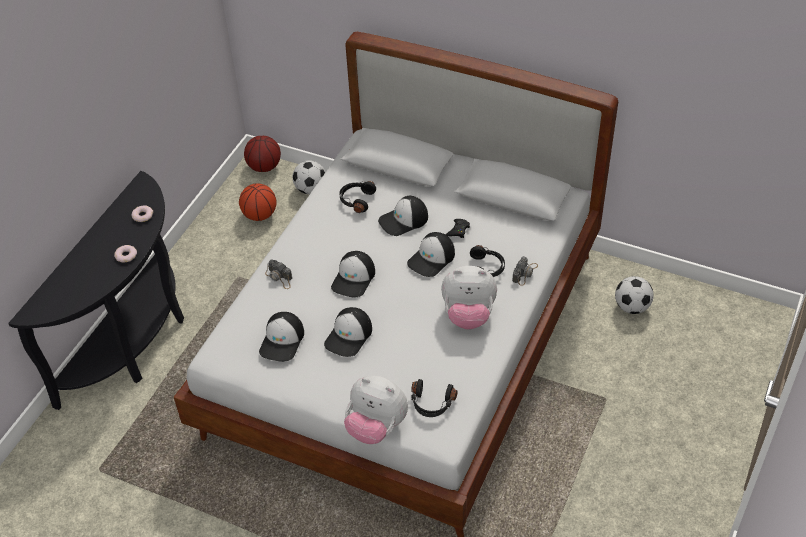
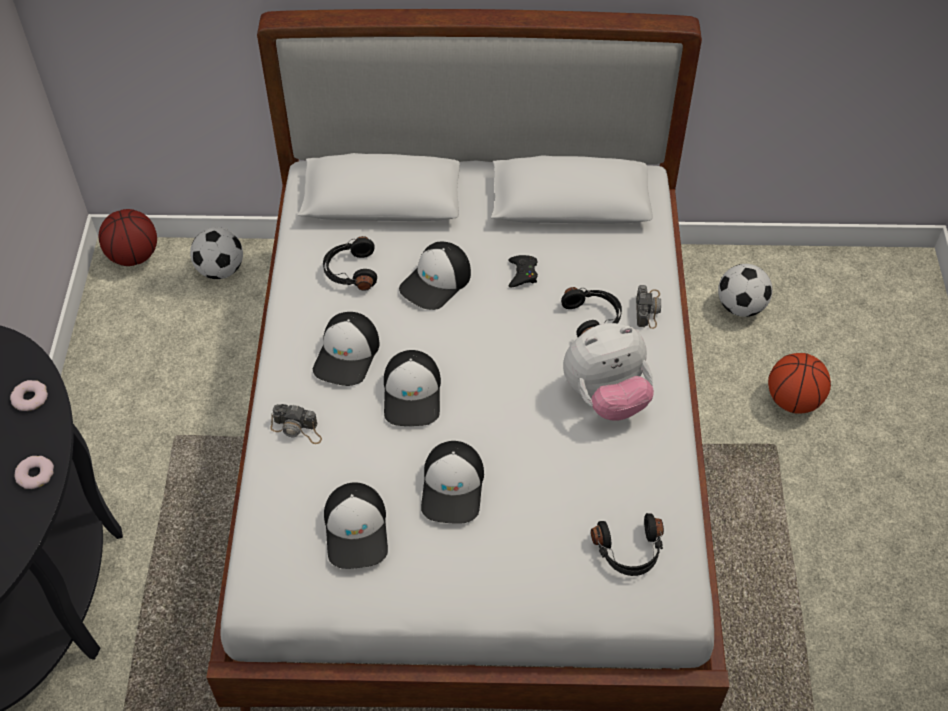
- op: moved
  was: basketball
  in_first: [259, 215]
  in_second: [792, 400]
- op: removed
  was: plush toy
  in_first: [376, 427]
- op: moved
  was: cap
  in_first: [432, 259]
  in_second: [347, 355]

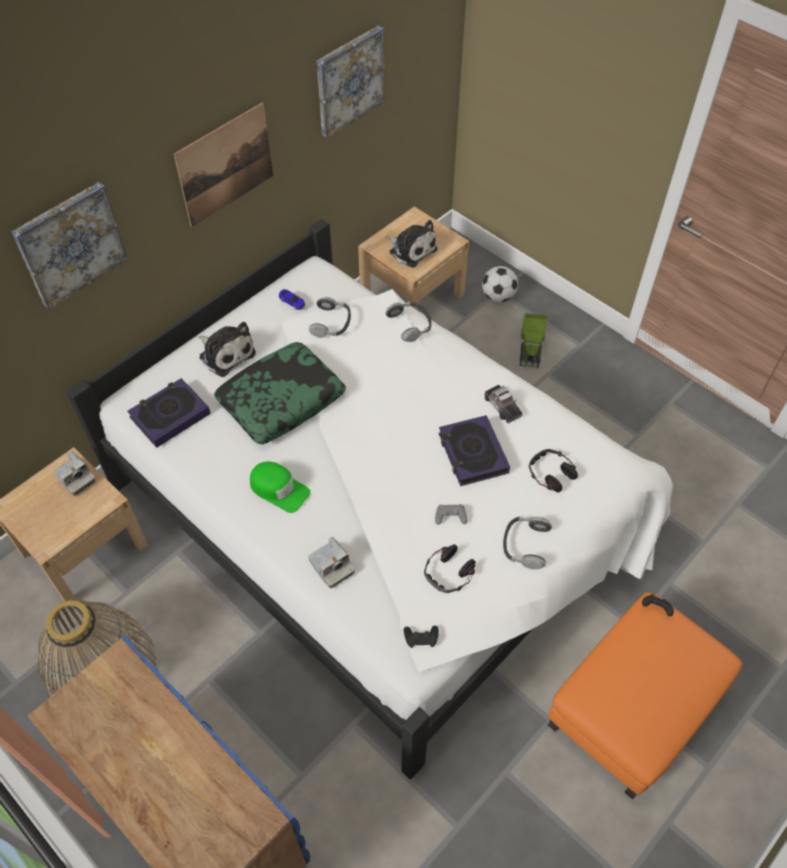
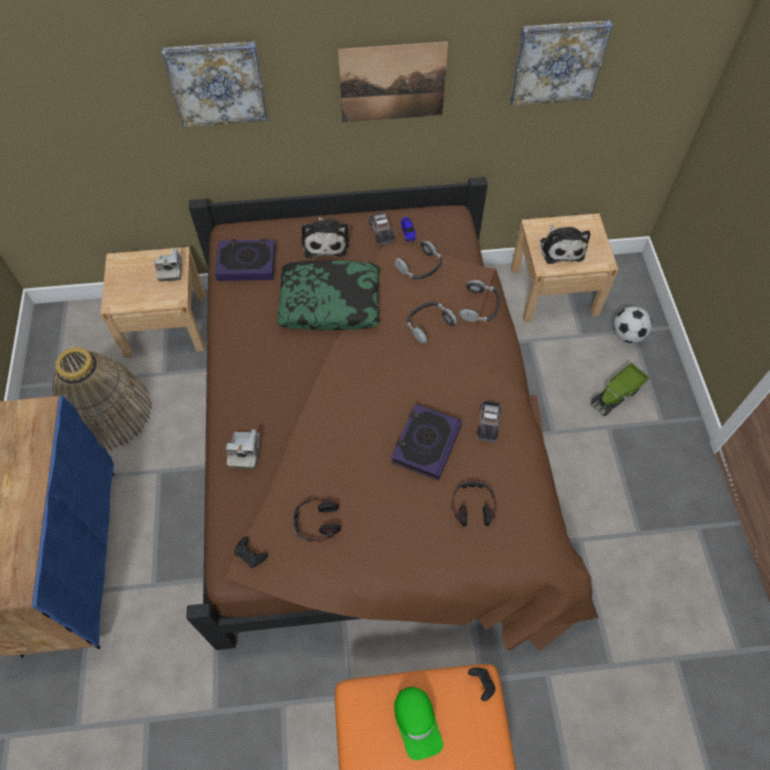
- op: recoloured
  was: bed (white)
  now: bed (brown)
  in_first: [383, 511]
  in_second: [376, 442]
- op: moved
  was: cap (green)
  in_first: [279, 489]
  in_second: [417, 722]
- op: removed
  was: game controller (grey)
  in_first: [450, 516]
- op: moved
  was: headphones
  in_first: [525, 545]
  in_second: [429, 324]
- op: added
  now: toy car
  in_second: [381, 231]

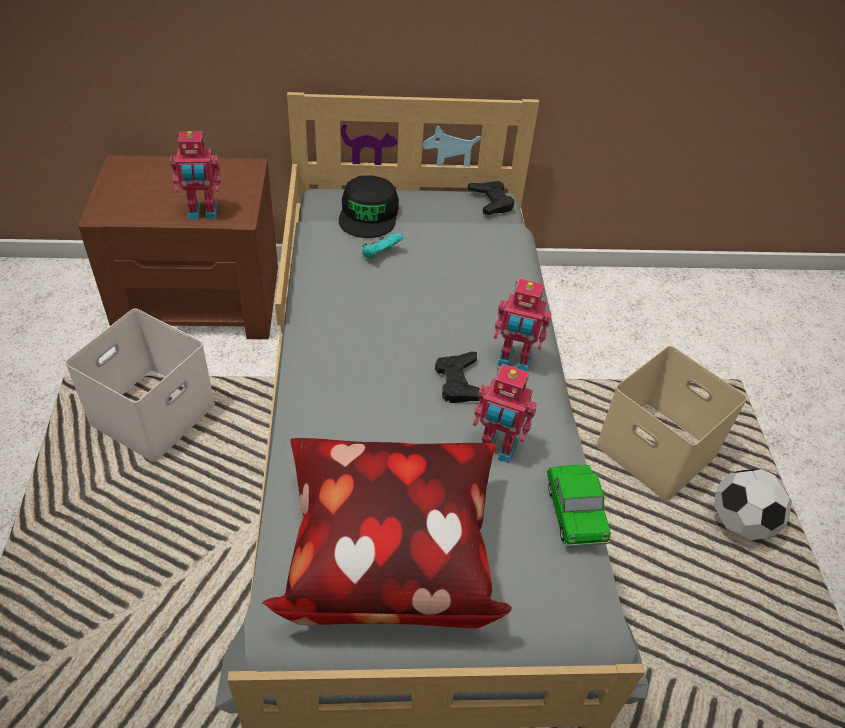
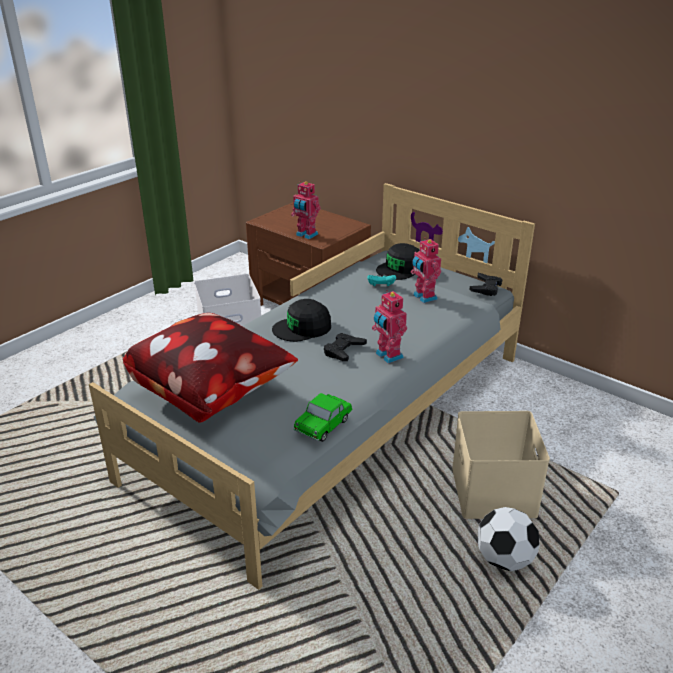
- op: moved
  was: toy robot
  in_first: [496, 449]
  in_second: [423, 297]
- op: added
  now: cap (black)
  in_second: [302, 328]

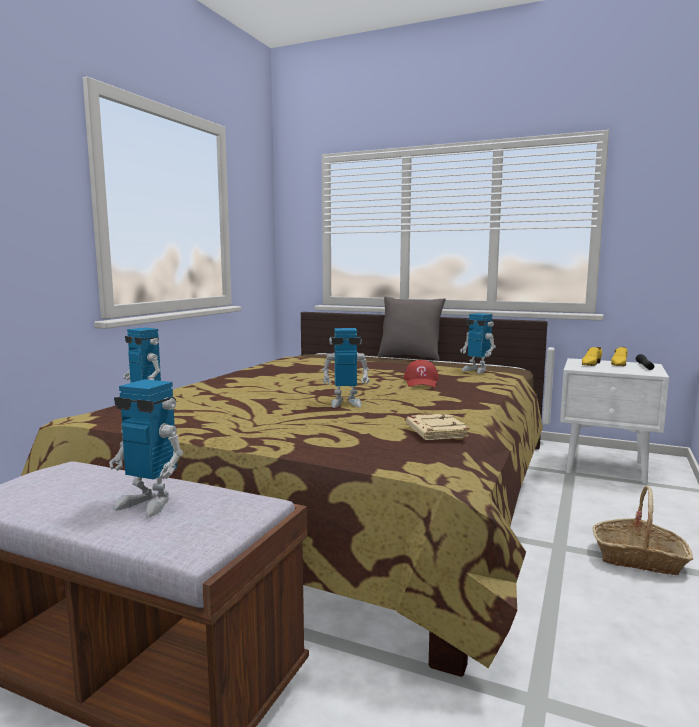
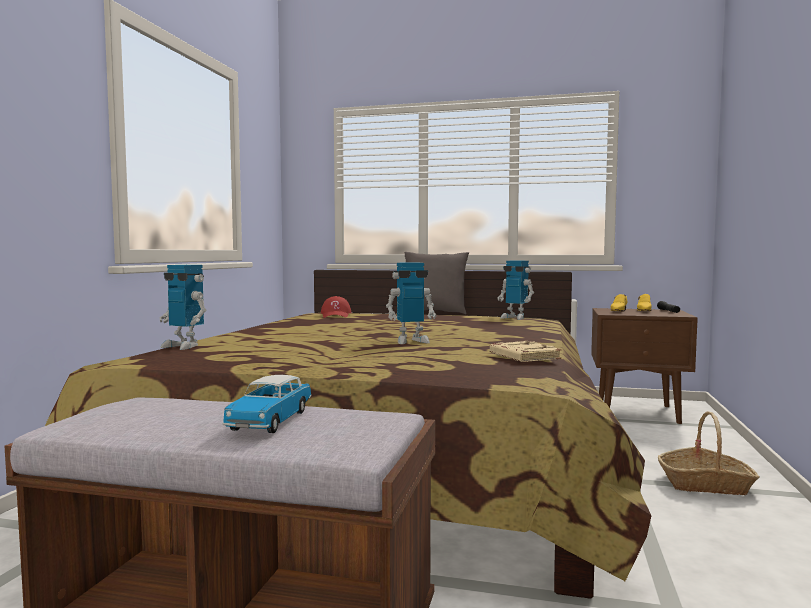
- op: replaced
  was: toy robot
  now: toy car
  in_first: [149, 503]
  in_second: [270, 420]
- op: moved
  was: cap (red)
  in_first: [421, 382]
  in_second: [336, 315]
- op: recoloured
  was: nightstand (white)
  now: nightstand (brown)
  in_first: [607, 467]
  in_second: [638, 412]

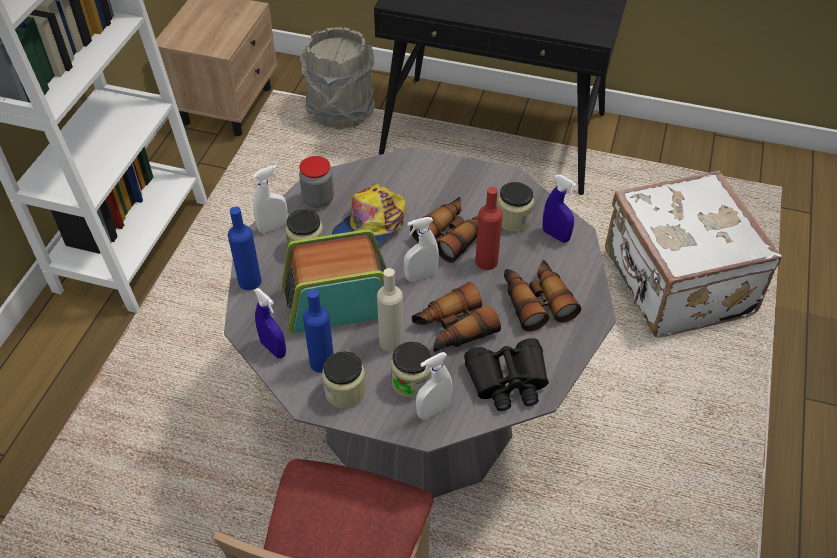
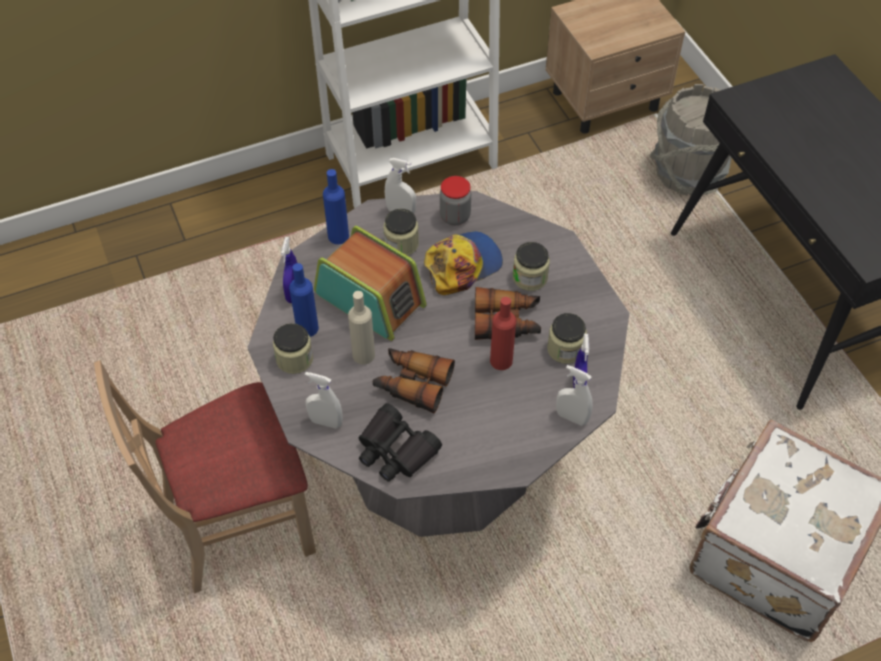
- op: turned
  was: cap
  in_first: [370, 225]
  in_second: [462, 265]
  clockwise: 150
- op: moved
  was: jar
  in_first: [412, 381]
  in_second: [530, 277]
- op: moved
  was: spray bottle (white)
  in_first: [421, 276]
  in_second: [571, 417]
- op: removed
  was: binoculars
  in_first: [536, 300]

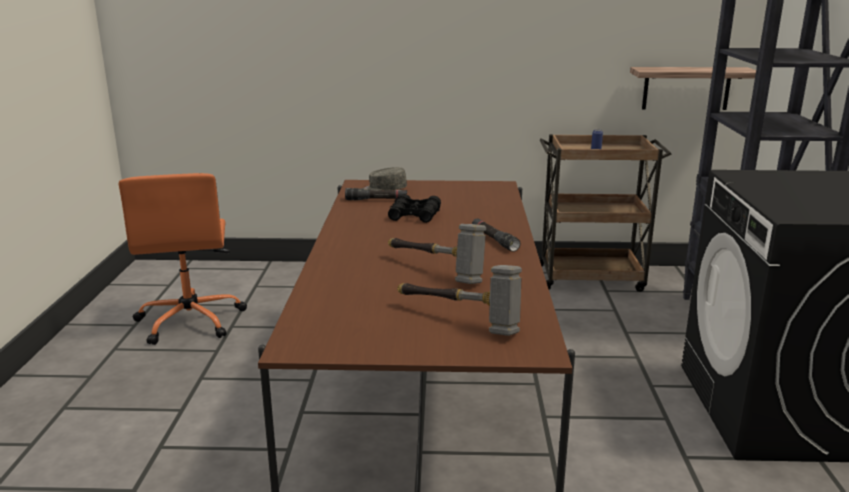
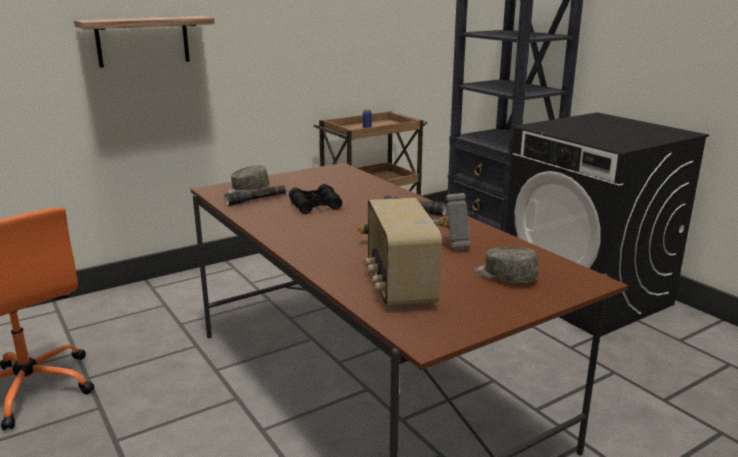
- op: replaced
  was: hammer
  now: cap (grey)
  in_first: [460, 320]
  in_second: [504, 276]
- op: moved
  was: shelf
  in_first: [686, 88]
  in_second: [143, 41]
- op: added
  now: radio
  in_second: [399, 286]

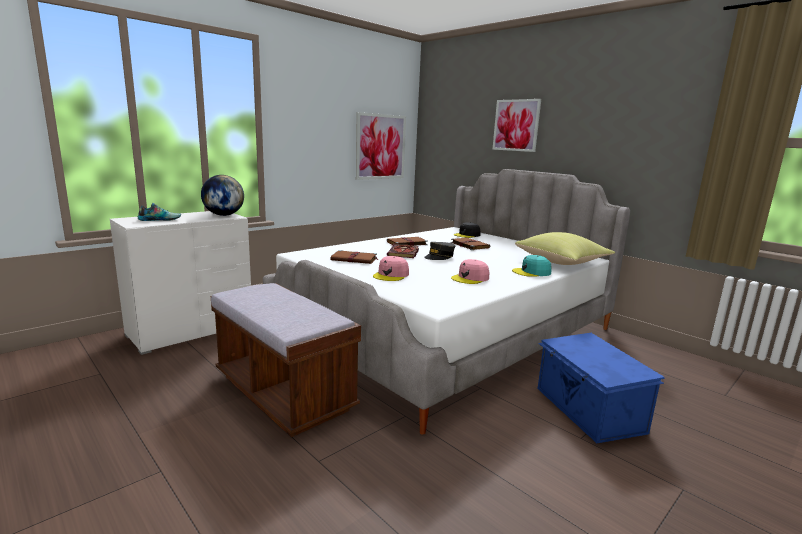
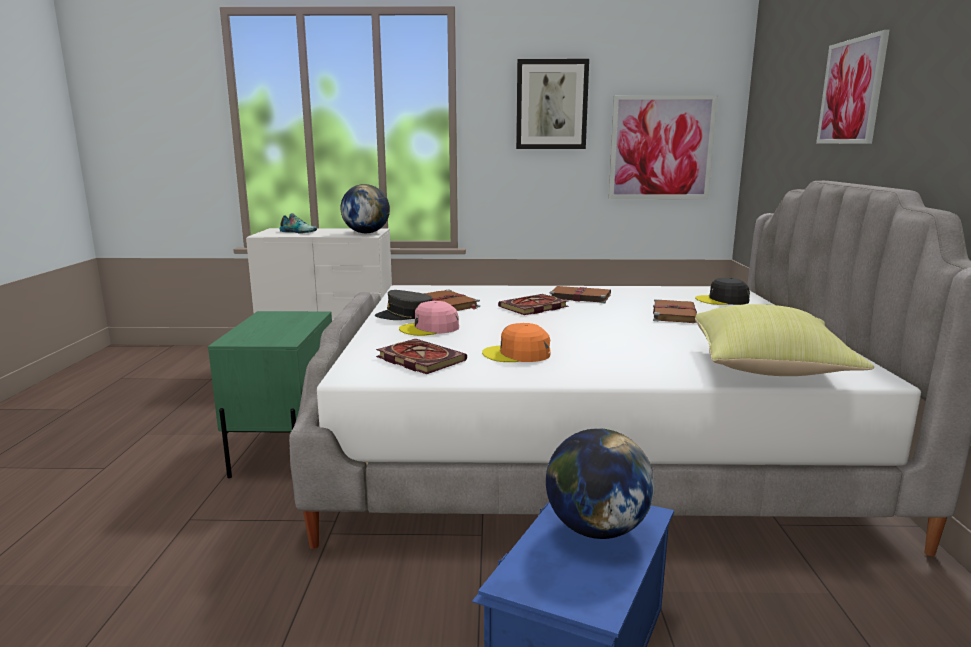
- op: replaced
  was: bench (brown)
  now: nightstand (green)
  in_first: [283, 393]
  in_second: [285, 446]
- op: moved
  was: cap (grey)
  in_first: [439, 257]
  in_second: [404, 316]
- op: recoloured
  was: cap (pink)
  now: cap (orange)
  in_first: [470, 278]
  in_second: [517, 354]
- op: removed
  was: cap (turquoise)
  in_first: [532, 272]
- op: added
  now: book
  in_second: [418, 359]
- op: added
  now: picture
  in_second: [551, 105]
- op: added
  now: globe
  in_second: [596, 529]

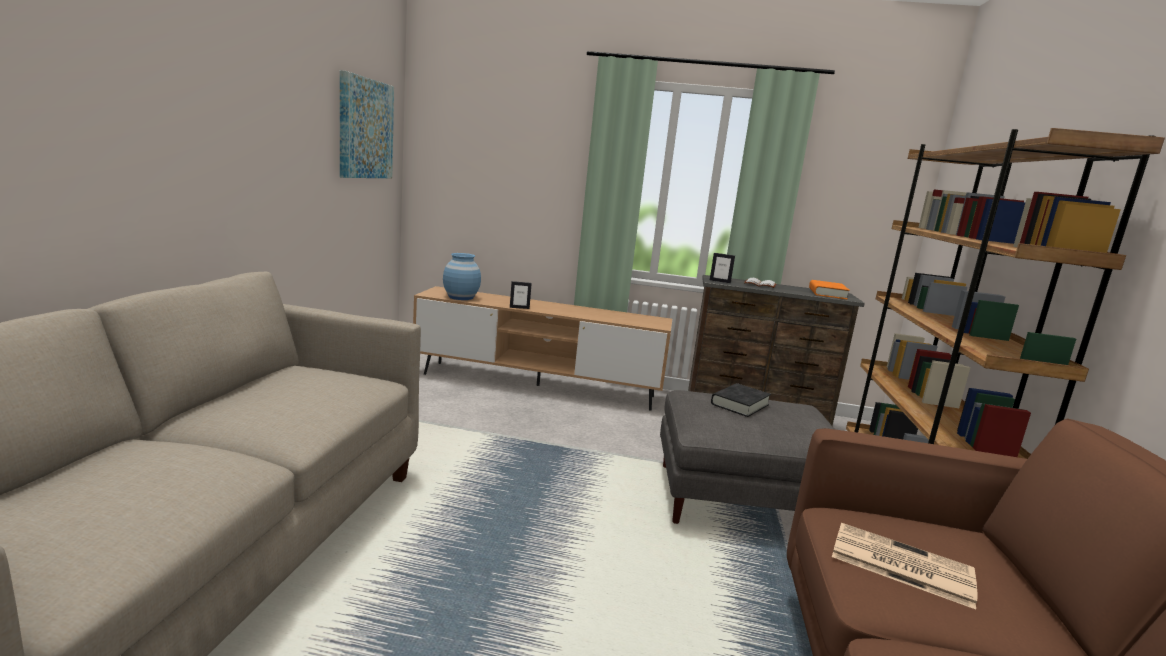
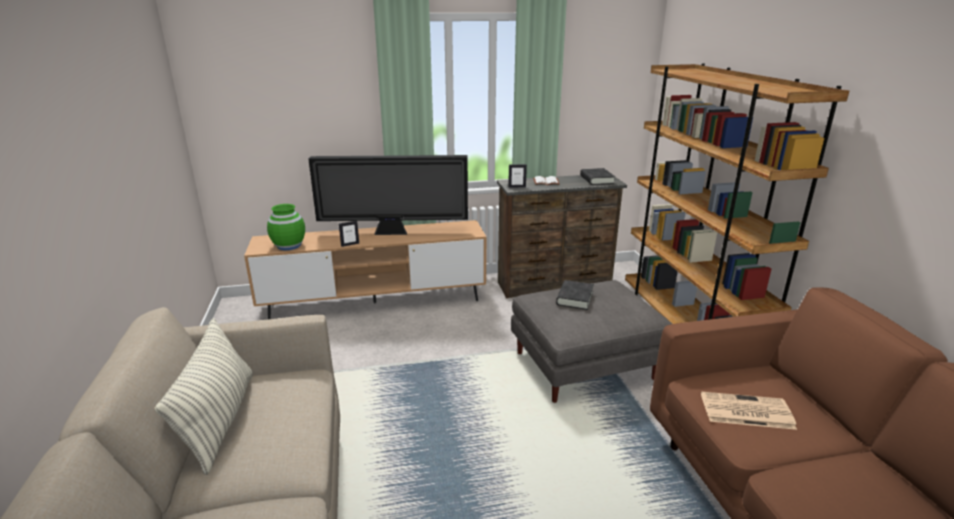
- op: removed
  was: picture
  in_first: [365, 129]
- op: recoloured
  was: vase (blue)
  now: vase (green)
  in_first: [460, 297]
  in_second: [288, 245]
- op: recoloured
  was: book (orange)
  now: book (black)
  in_first: [827, 293]
  in_second: [596, 180]
- op: added
  now: pillow
  in_second: [220, 420]
- op: added
  now: television
  in_second: [393, 233]

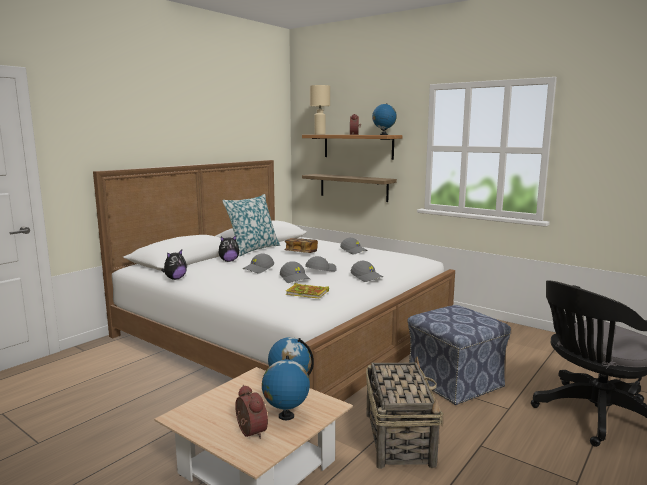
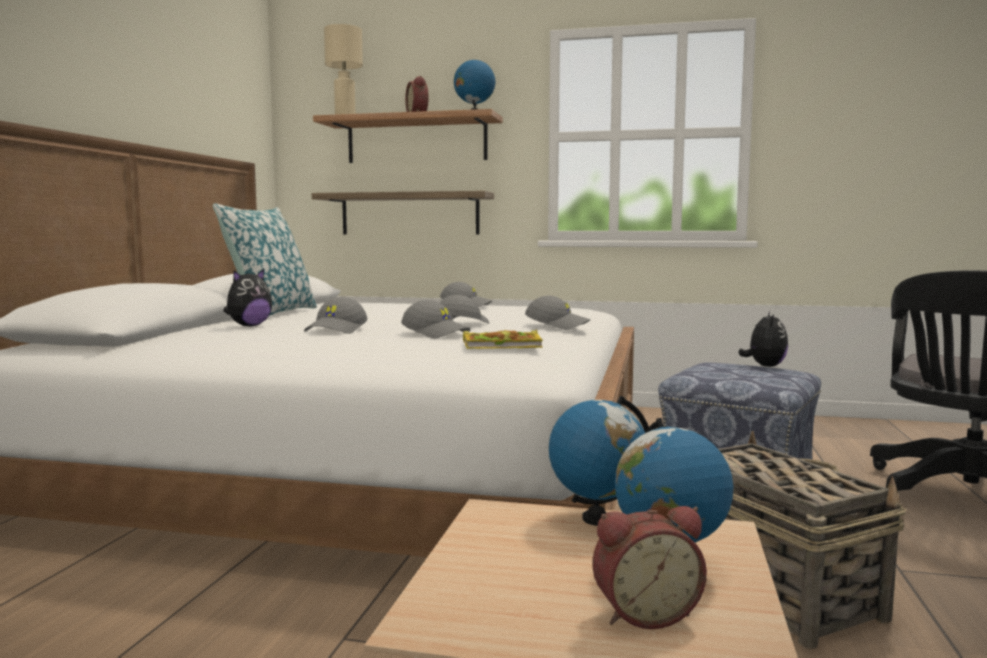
- op: moved
  was: plush toy
  in_first: [175, 279]
  in_second: [764, 366]
- op: turned
  was: alarm clock
  in_first: [249, 432]
  in_second: [644, 613]
  clockwise: 135
- op: removed
  was: book
  in_first: [301, 252]

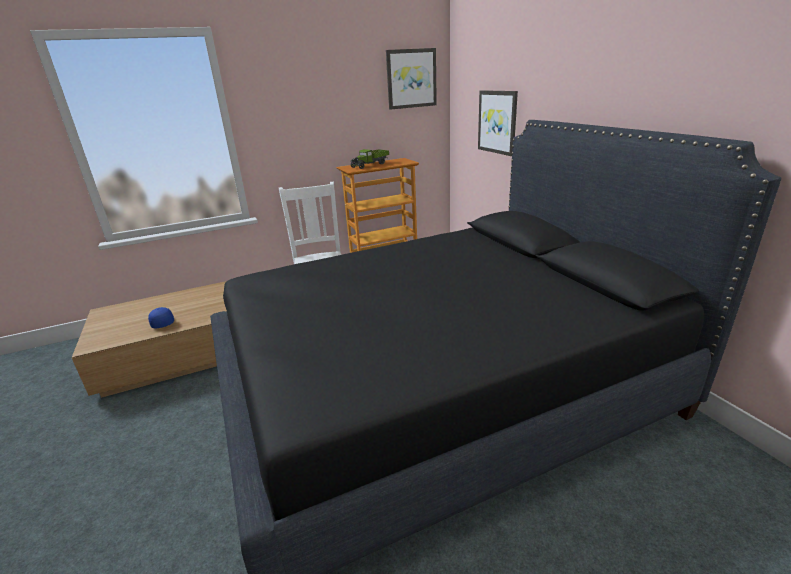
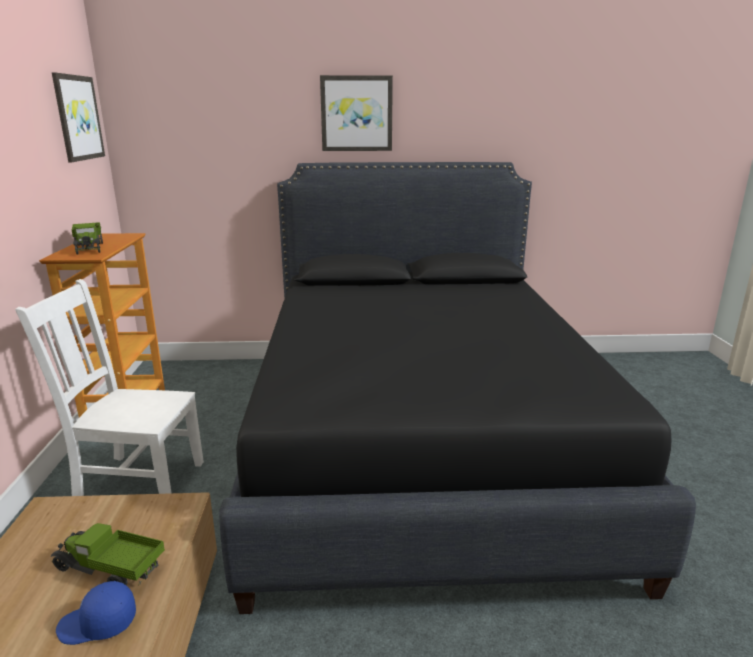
- op: moved
  was: picture
  in_first: [497, 122]
  in_second: [356, 114]
- op: added
  now: toy truck
  in_second: [110, 569]

